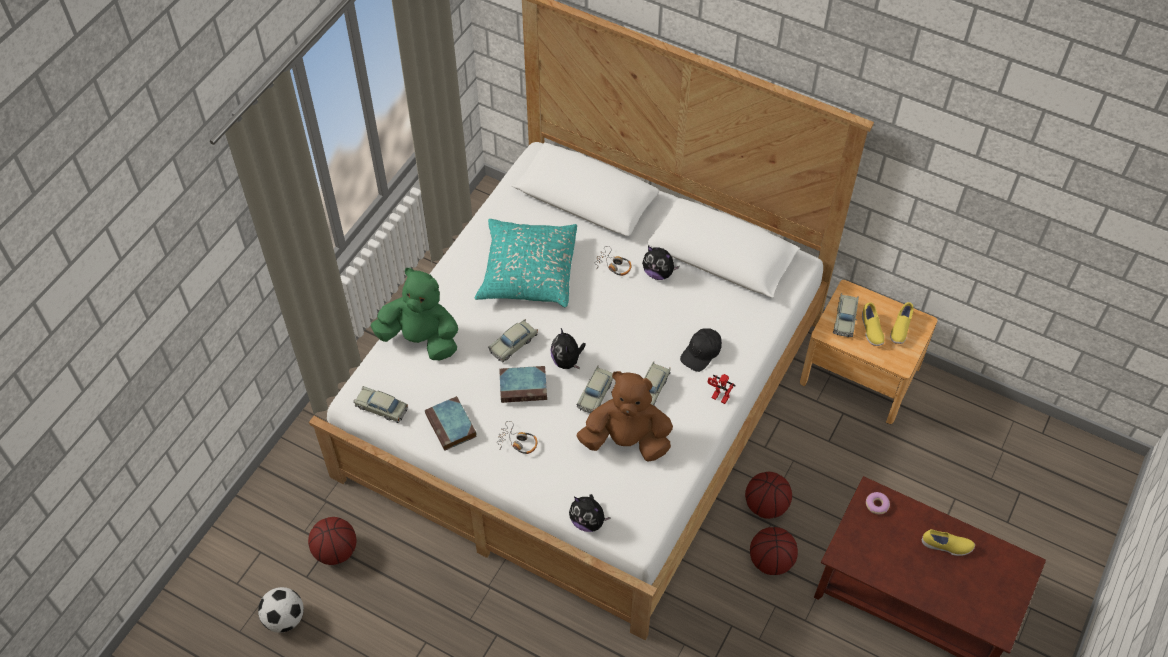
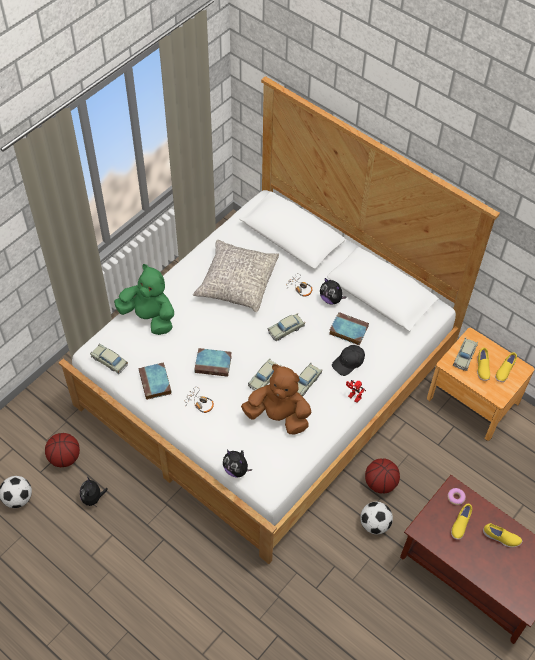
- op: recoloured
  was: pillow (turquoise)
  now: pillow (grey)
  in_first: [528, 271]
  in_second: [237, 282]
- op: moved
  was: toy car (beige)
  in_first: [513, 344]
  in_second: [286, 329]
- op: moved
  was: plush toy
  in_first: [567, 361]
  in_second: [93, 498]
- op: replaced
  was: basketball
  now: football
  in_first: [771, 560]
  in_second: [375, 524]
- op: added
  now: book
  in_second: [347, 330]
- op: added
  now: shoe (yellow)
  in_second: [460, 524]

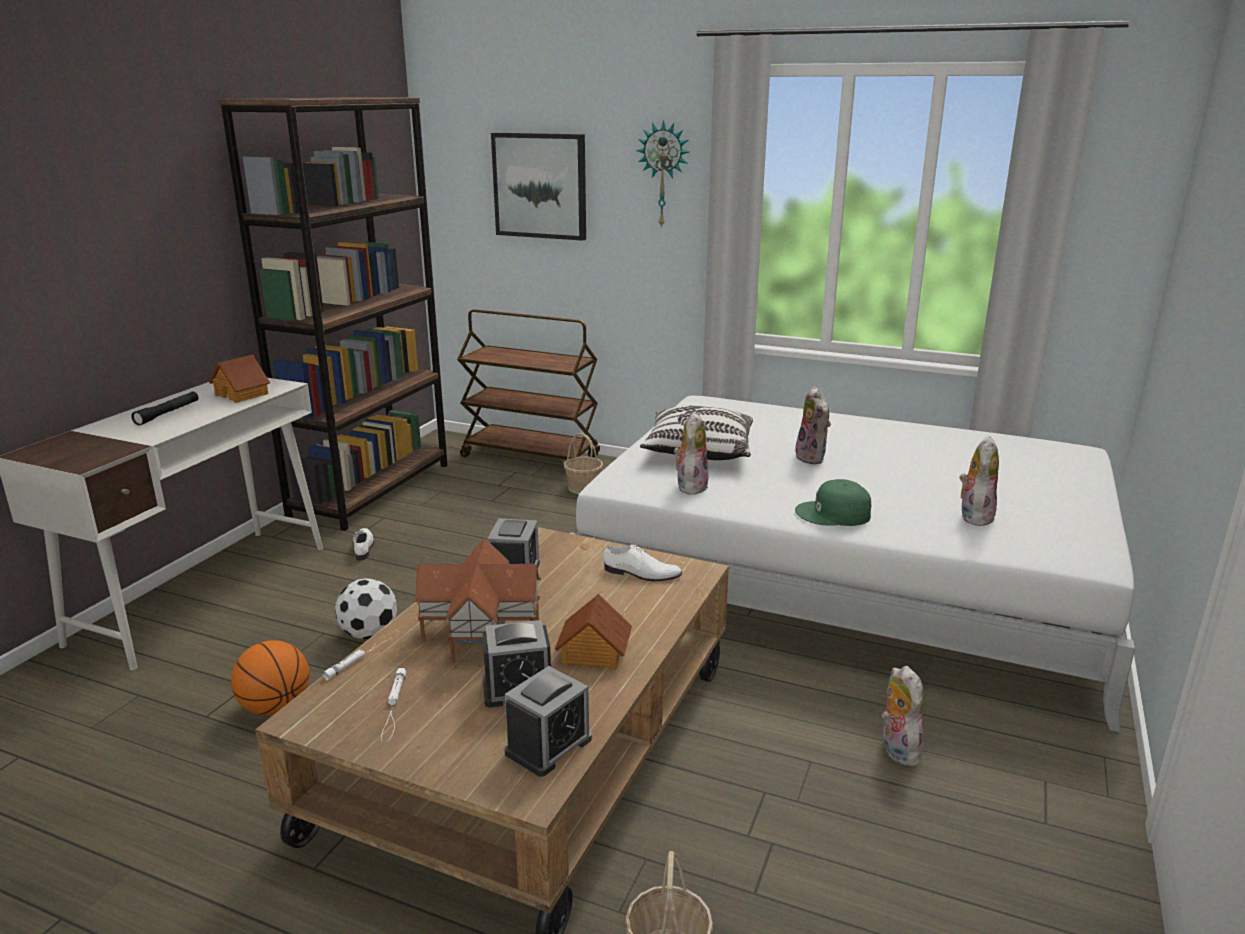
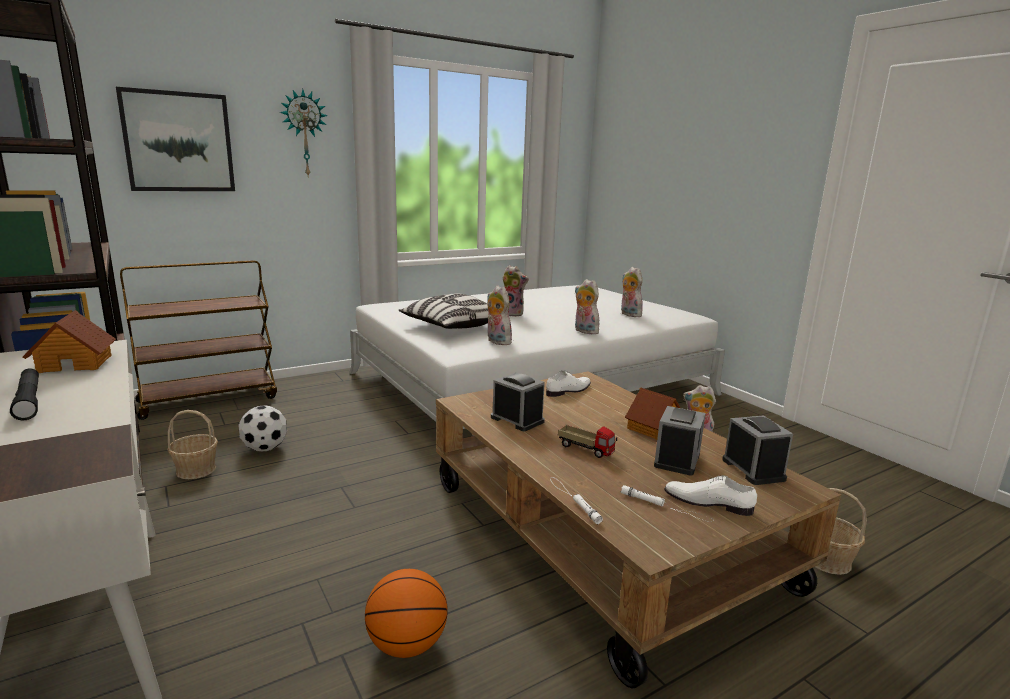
- op: moved
  was: football
  in_first: [369, 634]
  in_second: [265, 448]
- op: moved
  was: shoe (white)
  in_first: [364, 547]
  in_second: [708, 501]
- op: replaced
  was: toy house
  now: toy truck
  in_first: [483, 630]
  in_second: [586, 449]
- op: moved
  was: basket
  in_first: [583, 487]
  in_second: [196, 470]
- op: replaced
  was: cap (green)
  now: plush toy
  in_first: [834, 514]
  in_second: [584, 331]

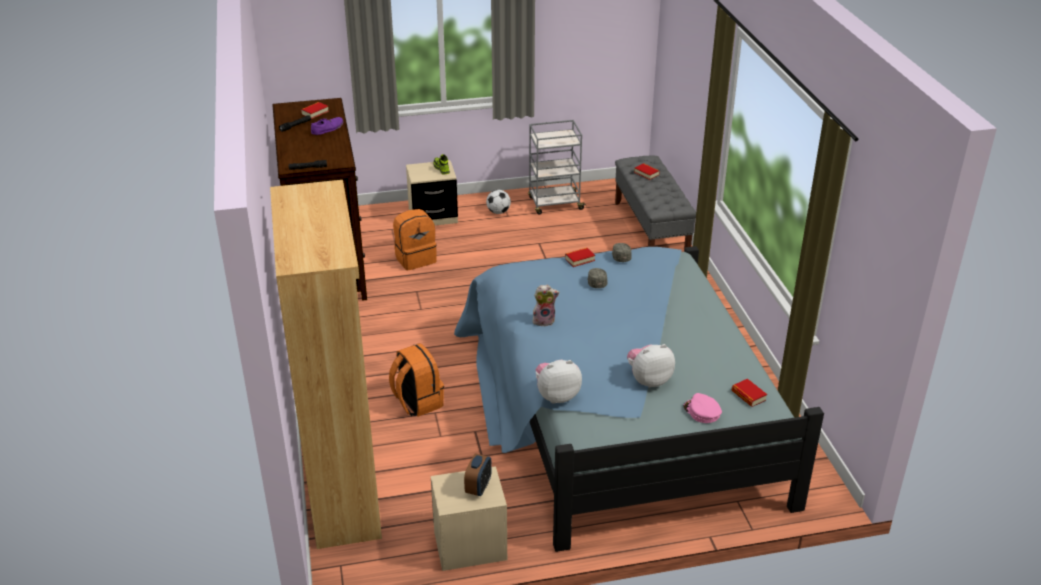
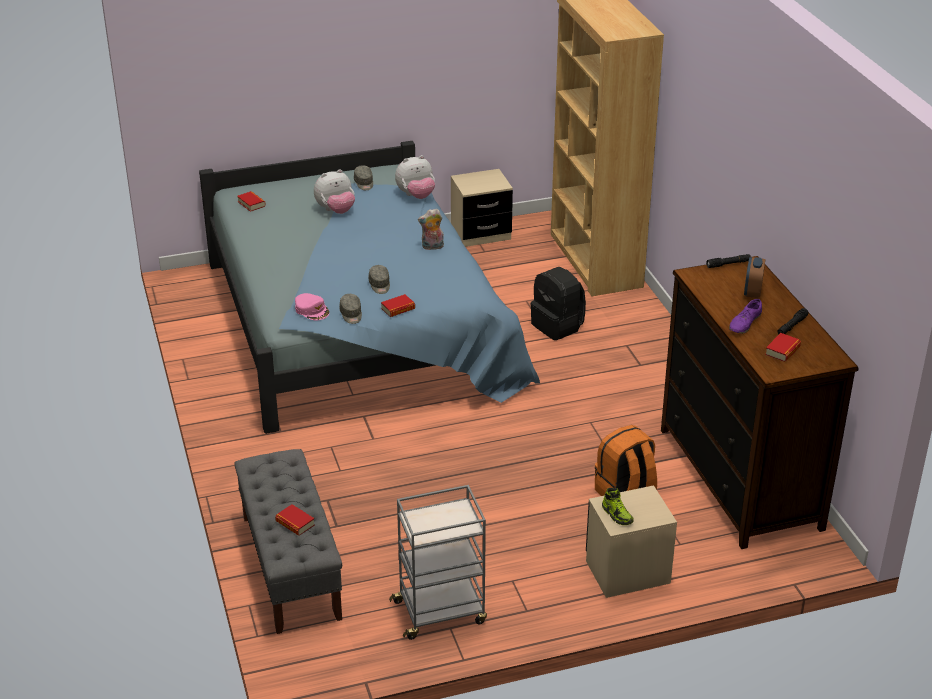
- op: recoloured
  was: backpack (orange)
  now: backpack (black)
  in_first: [417, 402]
  in_second: [558, 326]
- op: moved
  was: alarm clock
  in_first: [478, 487]
  in_second: [752, 292]
- op: removed
  was: football
  in_first: [498, 212]
- op: moved
  was: cap (pink)
  in_first: [702, 412]
  in_second: [312, 310]
- op: added
  now: cap (grey)
  in_second: [364, 183]

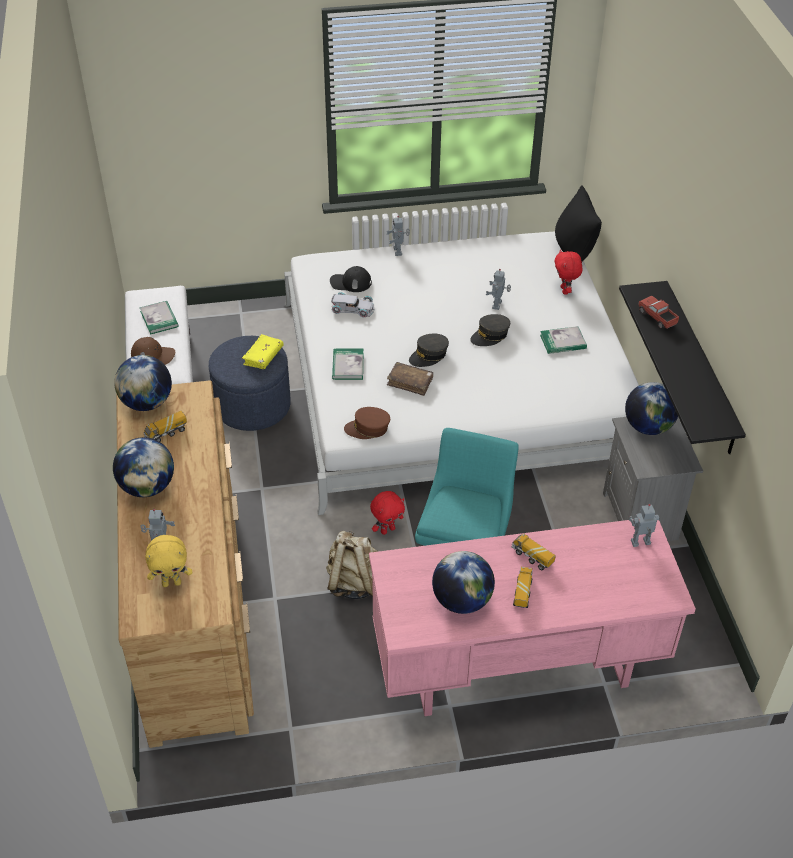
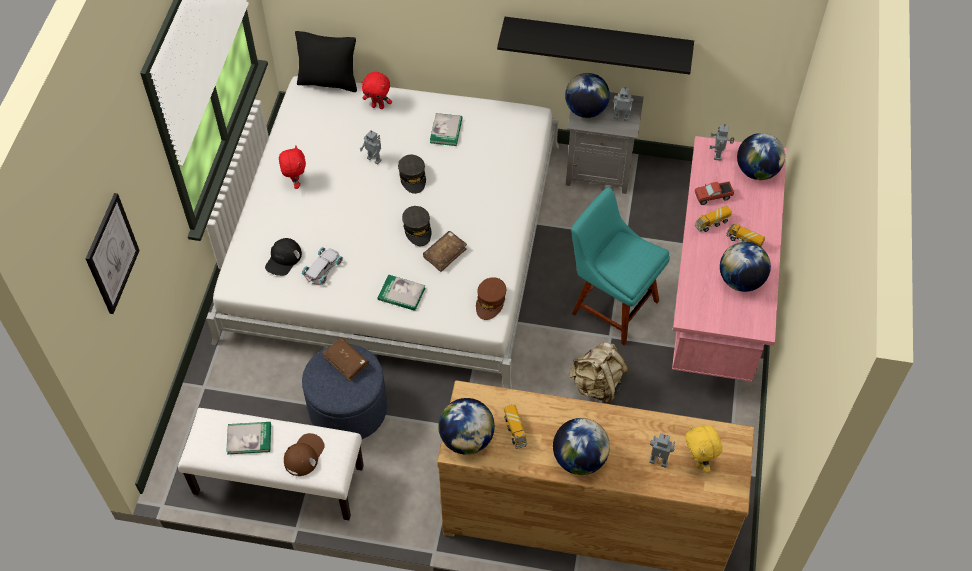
- op: turned
  was: plush toy (yellow)
  in_first: [172, 583]
  in_second: [698, 461]
  clockwise: 150
- op: recoloured
  was: book (yellow)
  now: book (brown)
  in_first: [263, 356]
  in_second: [346, 362]
- op: moved
  was: plush toy (red)
  in_first: [387, 530]
  in_second: [295, 182]
- op: moved
  was: toy robot
  in_first: [398, 251]
  in_second: [621, 117]
- op: moved
  was: toy truck
  in_first: [657, 318]
  in_second: [713, 197]
- op: added
  now: picture
  in_second: [111, 254]
- op: added
  now: globe
  in_second: [756, 171]

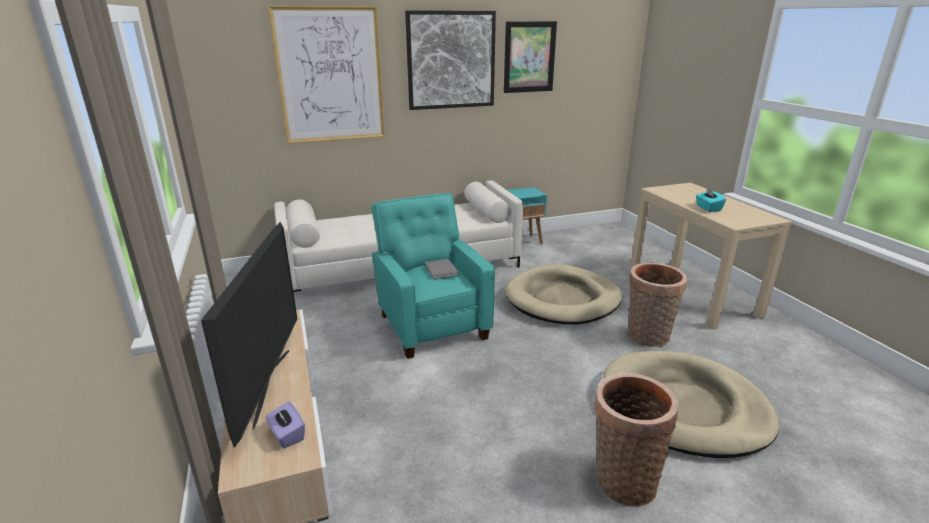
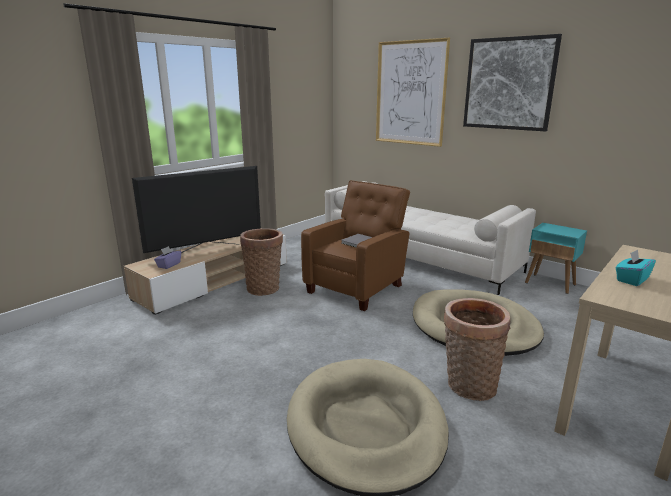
- op: recoloured
  was: armchair (turquoise)
  now: armchair (brown)
  in_first: [432, 324]
  in_second: [357, 288]
- op: removed
  was: picture
  in_first: [529, 57]
- op: moved
  was: basket
  in_first: [622, 479]
  in_second: [264, 287]

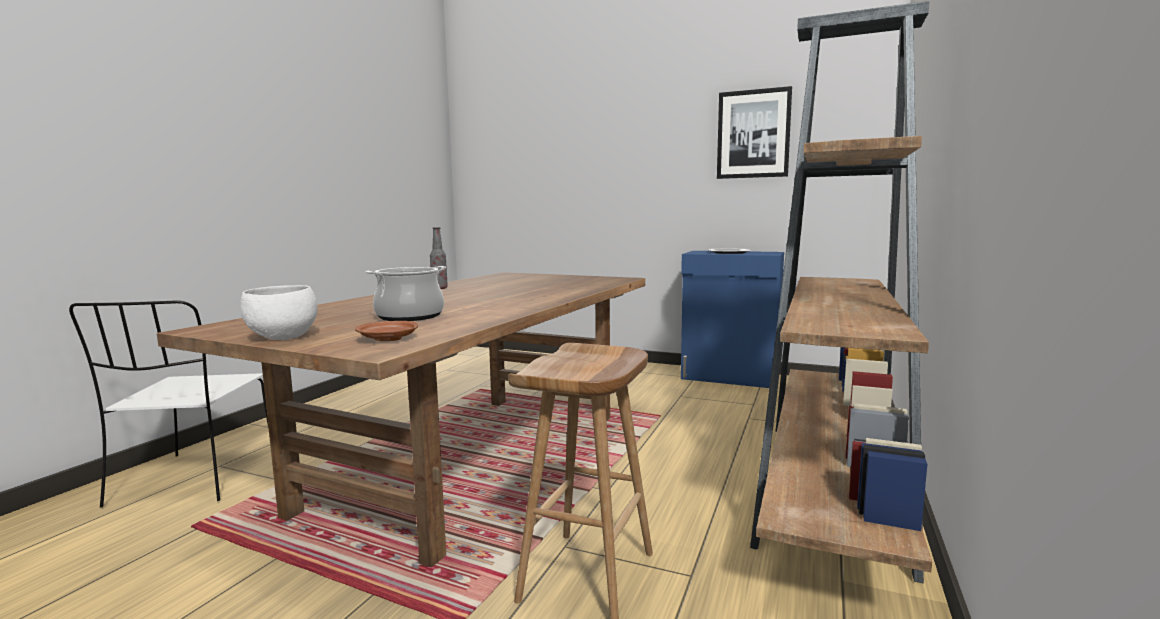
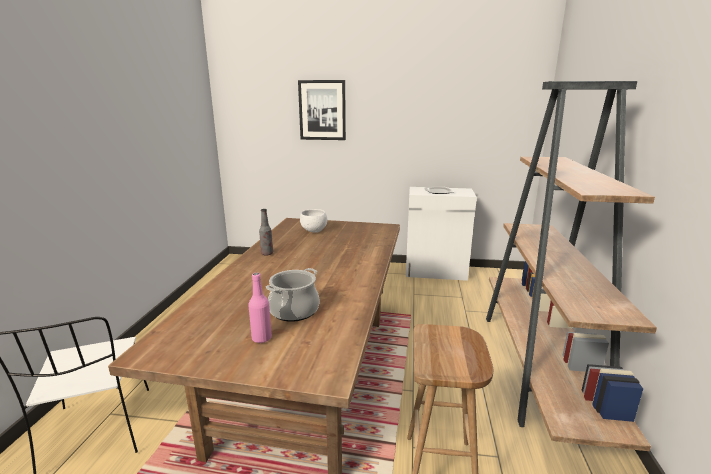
- op: moved
  was: bowl (white)
  in_first: [283, 338]
  in_second: [314, 231]
- op: removed
  was: plate (brown)
  in_first: [387, 339]
- op: recoloured
  was: cabinet (blue)
  now: cabinet (white)
  in_first: [730, 377]
  in_second: [436, 272]
- op: moved
  was: picture
  in_first: [753, 134]
  in_second: [322, 110]
- op: added
  now: bottle (pink)
  in_second: [261, 338]

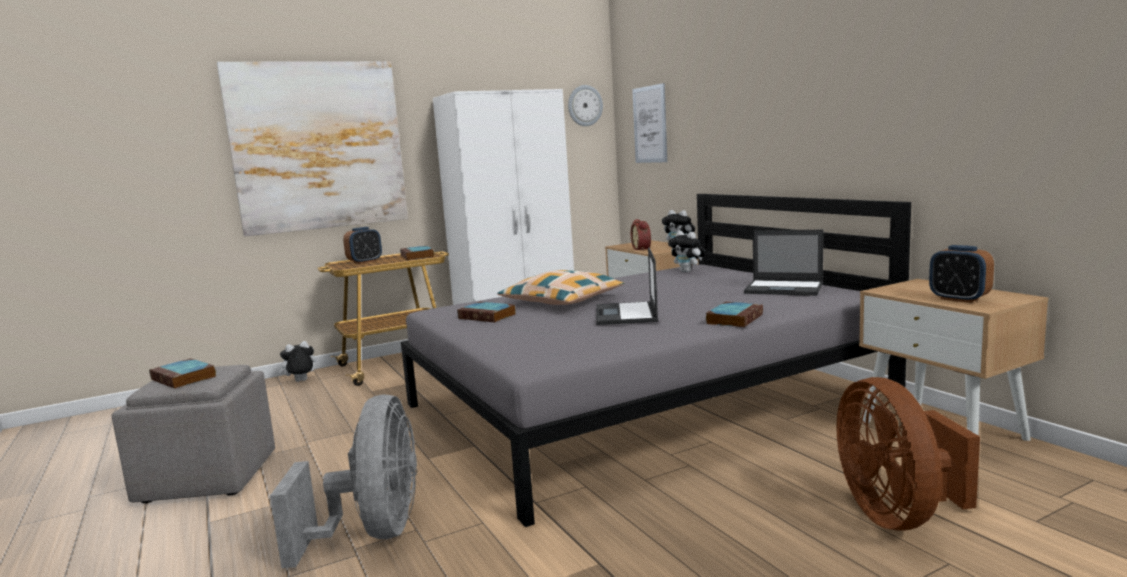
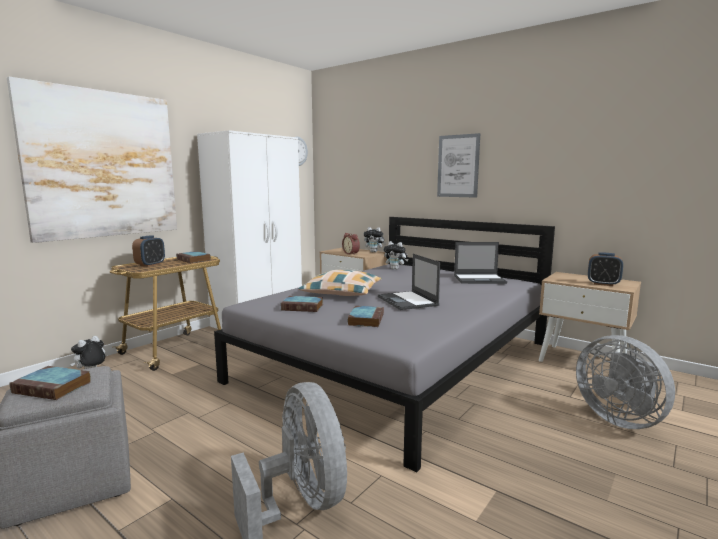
- op: moved
  was: picture
  in_first: [650, 124]
  in_second: [458, 166]
- op: moved
  was: book
  in_first: [734, 319]
  in_second: [366, 319]
- op: recoloured
  was: fan (brown)
  now: fan (grey)
  in_first: [897, 515]
  in_second: [620, 418]

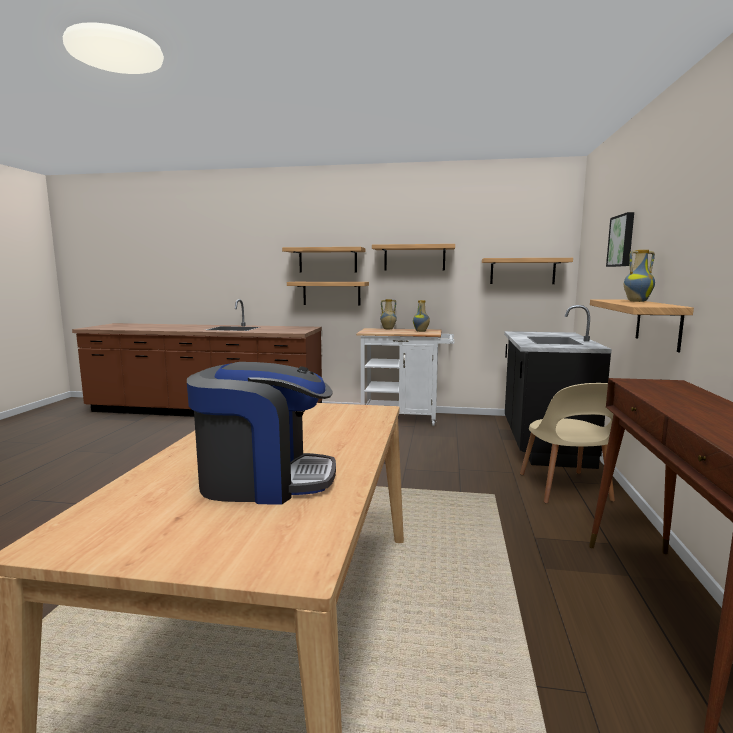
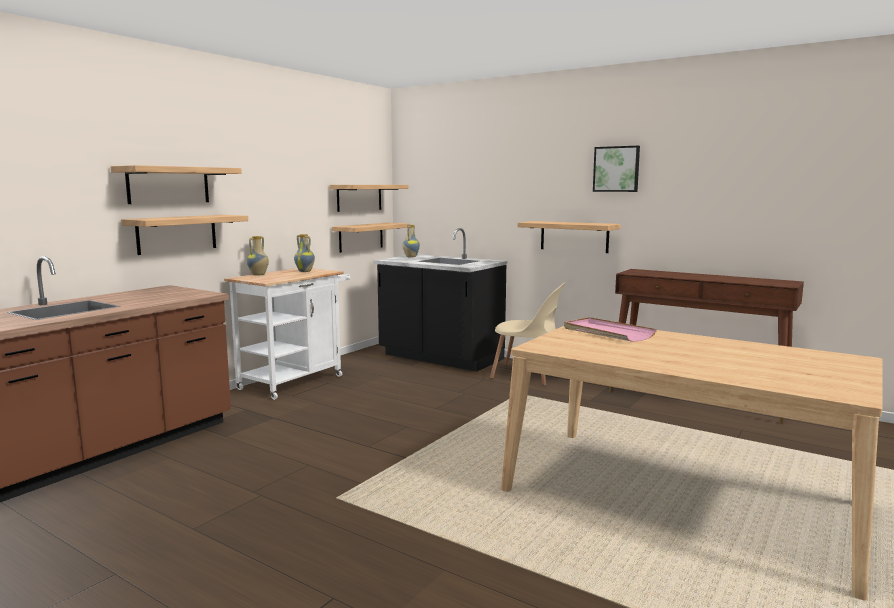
- op: removed
  was: coffee machine
  in_first: [264, 480]
- op: moved
  was: shelf
  in_first: [414, 258]
  in_second: [361, 237]
- op: moved
  was: picture
  in_first: [622, 241]
  in_second: [616, 169]
- op: moved
  was: vase
  in_first: [636, 301]
  in_second: [410, 257]
- op: added
  now: tray (pink)
  in_second: [607, 332]

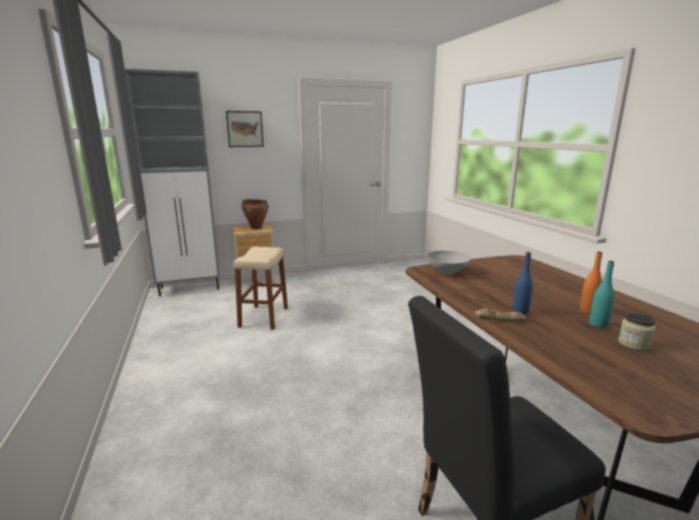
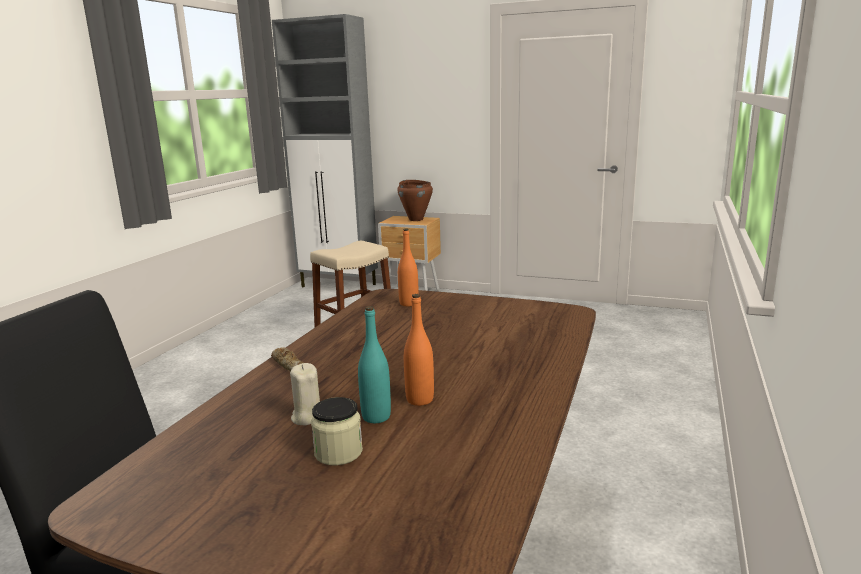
- op: removed
  was: picture
  in_first: [245, 129]
- op: replaced
  was: bowl (grey)
  now: bottle (orange)
  in_first: [446, 272]
  in_second: [409, 303]
- op: removed
  was: bottle (blue)
  in_first: [520, 312]
- op: added
  now: candle (beige)
  in_second: [307, 417]

